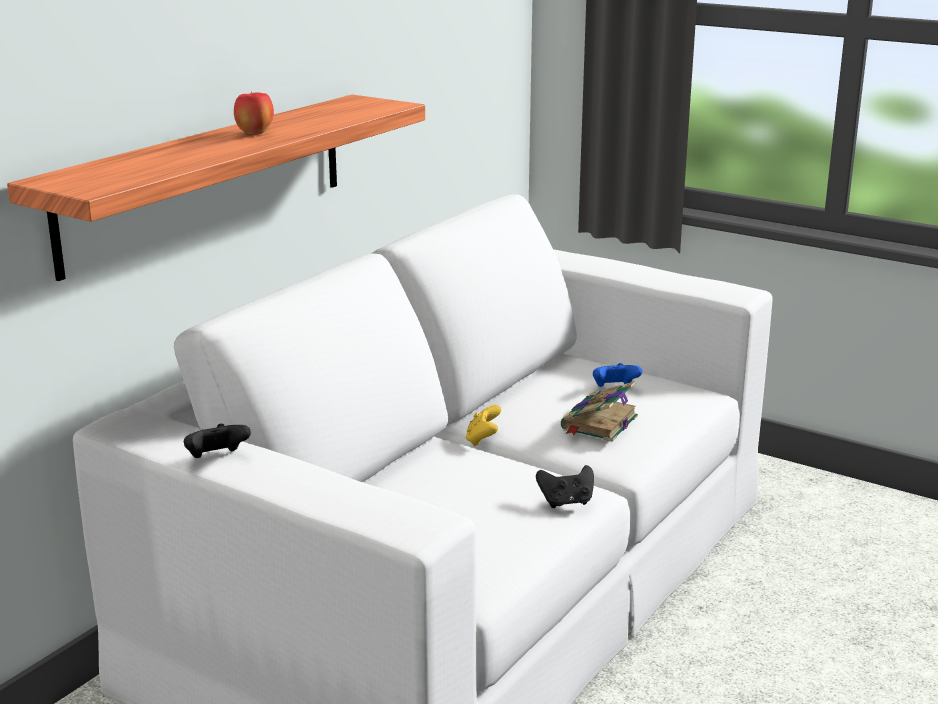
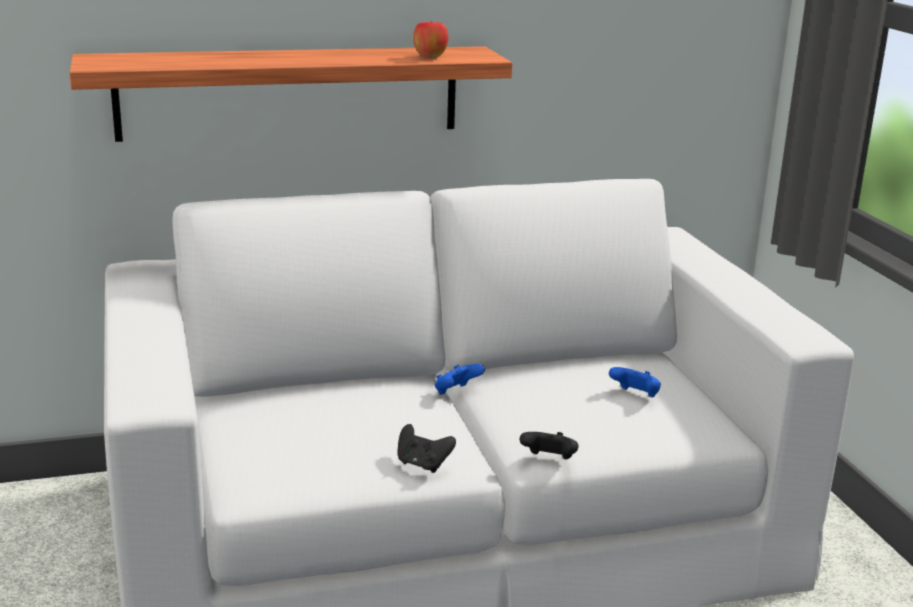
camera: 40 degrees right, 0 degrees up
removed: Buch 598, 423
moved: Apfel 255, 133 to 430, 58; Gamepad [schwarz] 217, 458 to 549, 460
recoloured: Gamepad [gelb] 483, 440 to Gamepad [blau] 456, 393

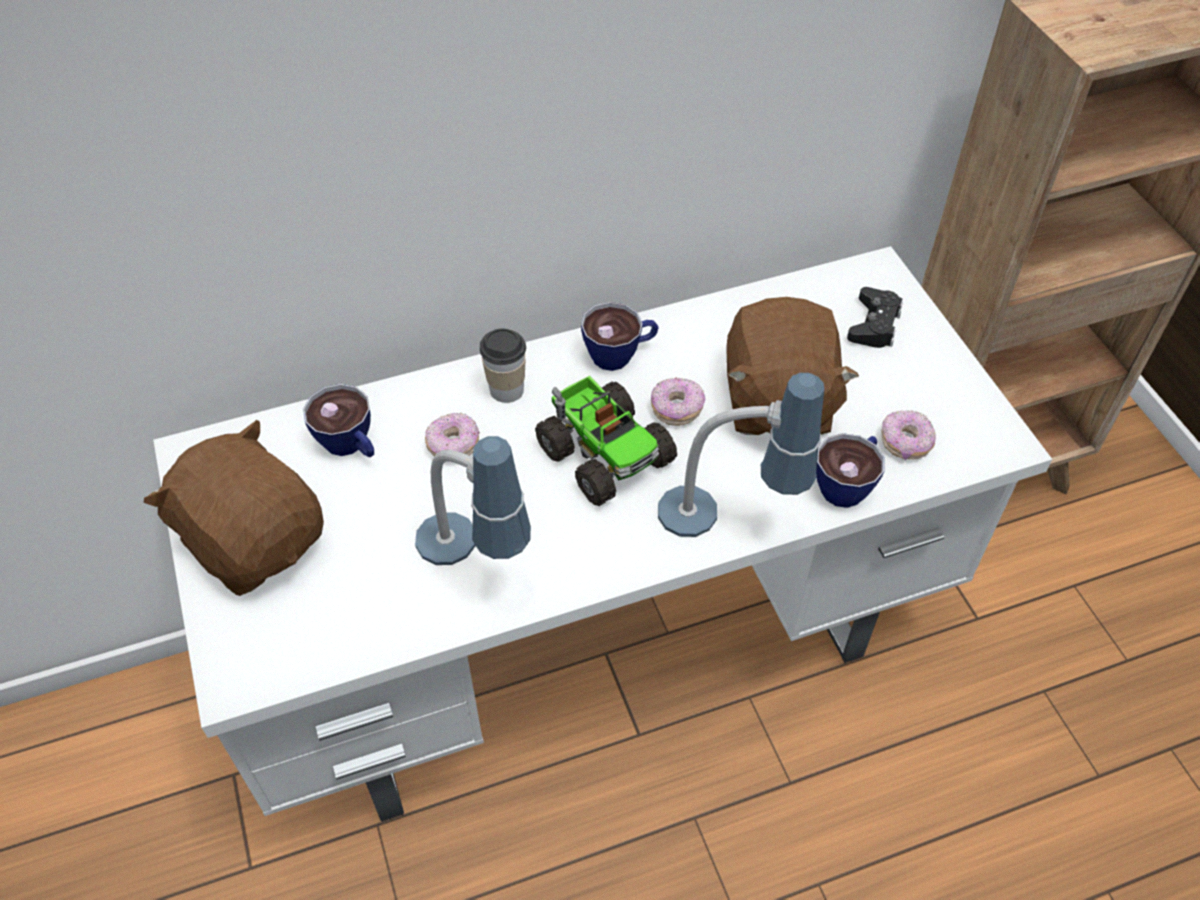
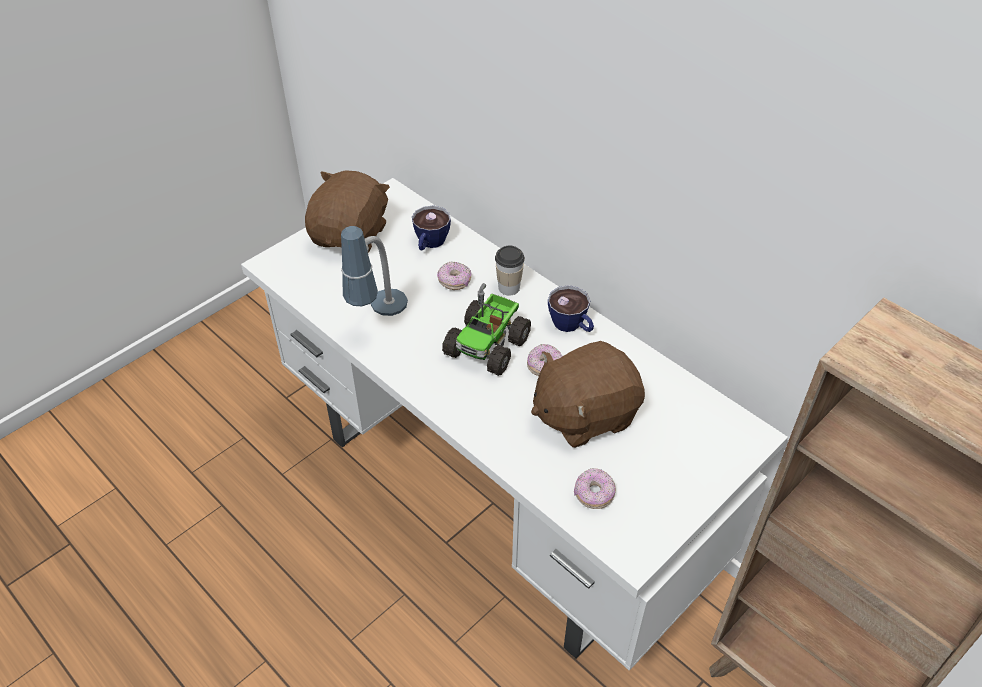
camera: 65 degrees right, 5 degrees down
removed: Gamepad [schwarz] 874, 324; Tischlampe 728, 523; Tasse 847, 483

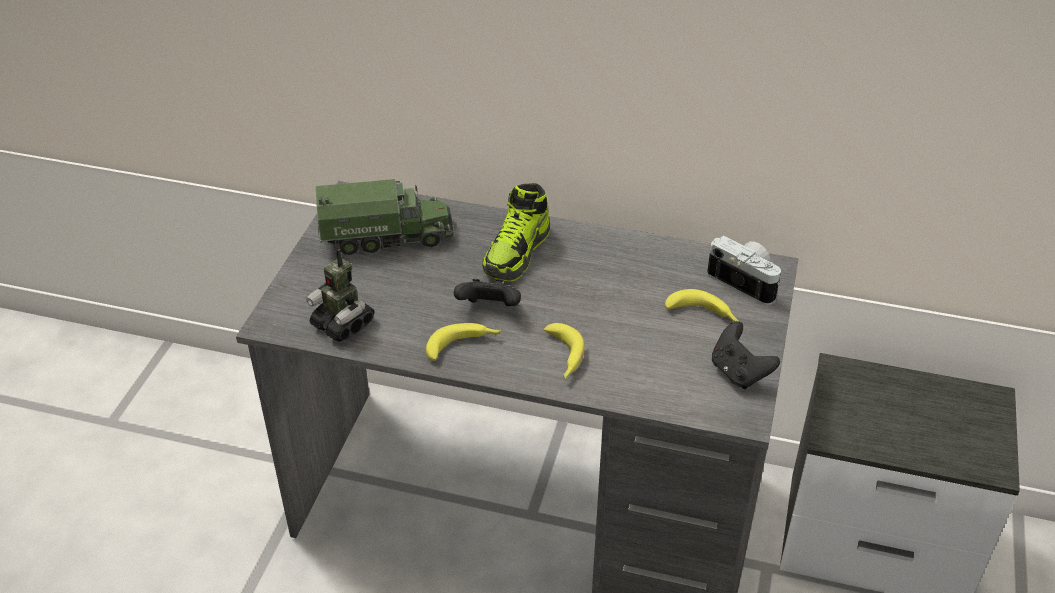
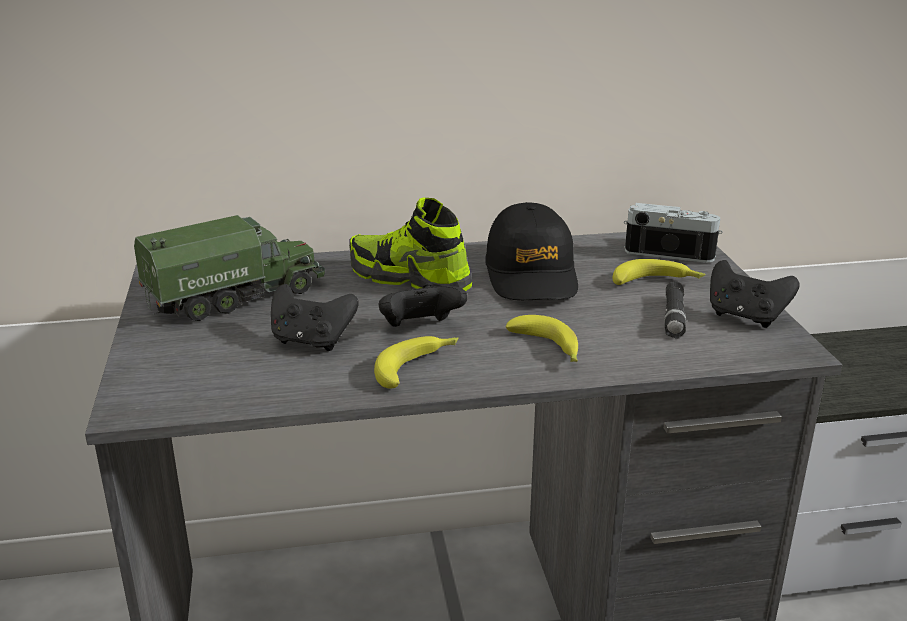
camera: 25 degrees left, 15 degrees down
removed: Spielzeugroboter 343, 324
added: Kappe [schwarz] 531, 274; Taschenlampe [schwarz] 674, 317; Gamepad [schwarz] 311, 341
turned: Schuh 517, 253 = 409, 279 120 degrees clockwise

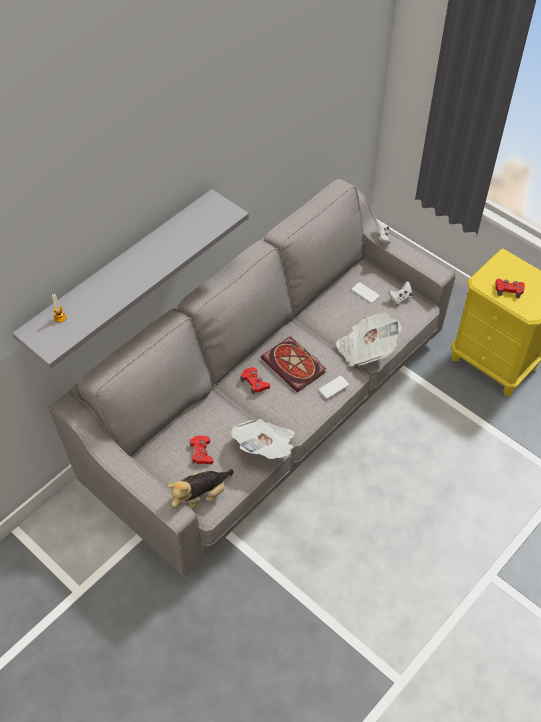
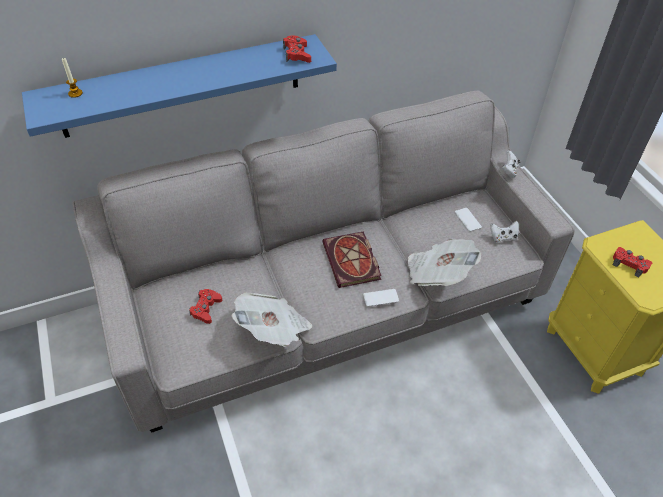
camera: 25 degrees right, 5 degrees down
removed: Plüschtier 201, 498
moved: Gamepad [rot] 254, 383 to 297, 54
recoloured: Wandregal [grau] 121, 274 to Wandregal [blau] 182, 86

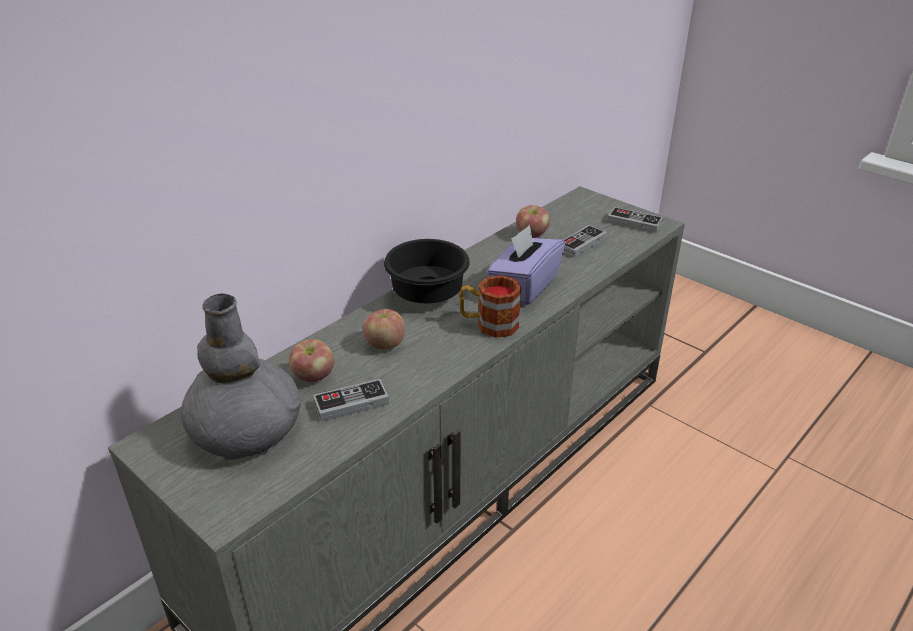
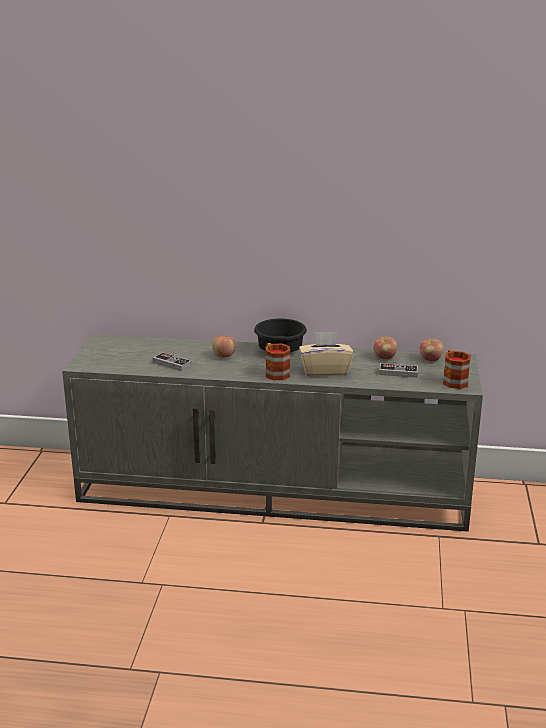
camera: 55 degrees right, 10 degrees down
removed: Vase [grau] 245, 431
moved: Apfel 314, 376 to 430, 359
replaced: Gamepad 634, 222 to Henkelbecher 453, 380
recoloured: Taschentuchbox [lila] 524, 286 to Taschentuchbox [beige] 325, 370

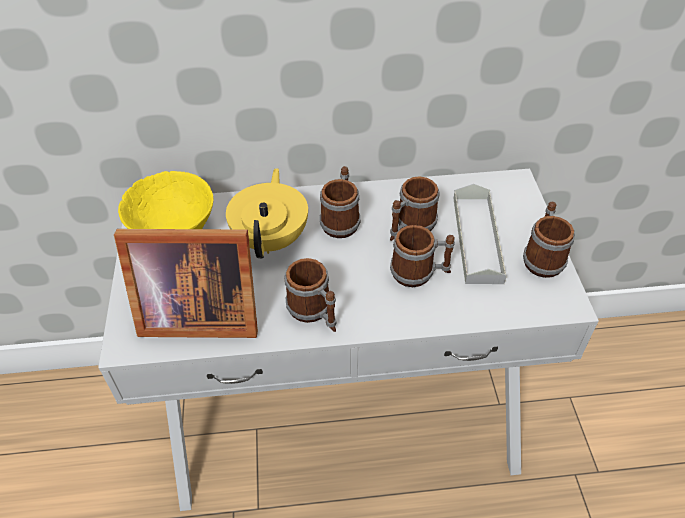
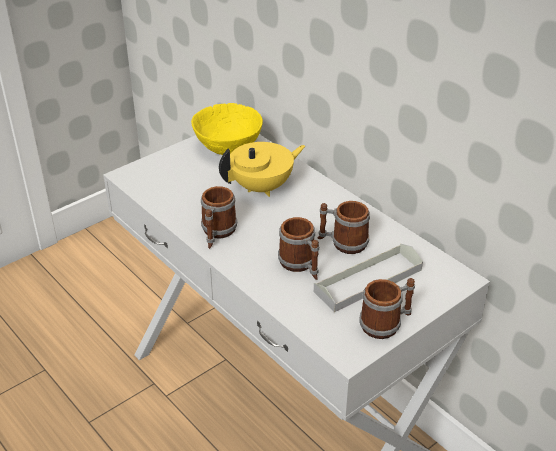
camera: 55 degrees right, 10 degrees down
removed: Henkelbecher 341, 220; Bilderrahmen 196, 314

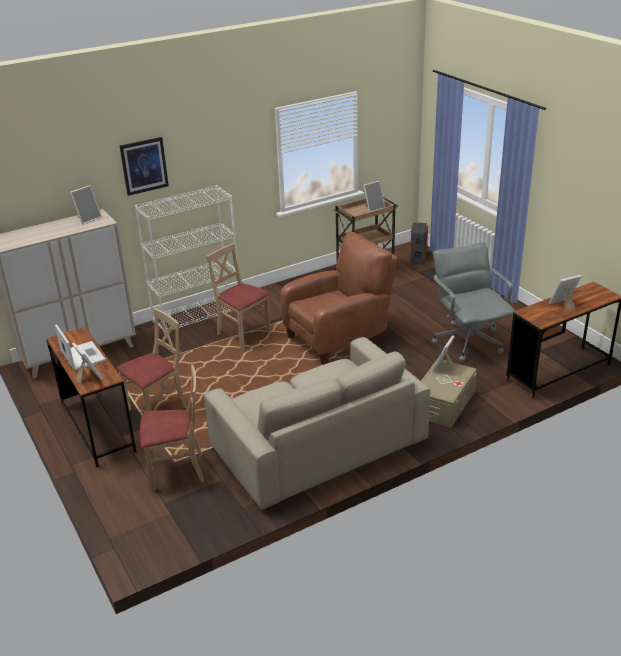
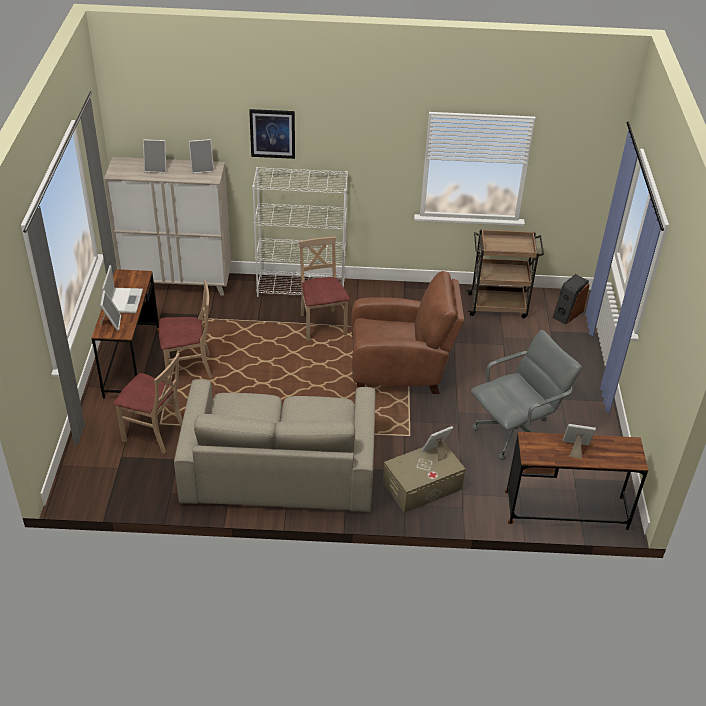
camera: 30 degrees right, 10 degrees up
moved: Bilderrahmen 373, 208 to 156, 168
turned: Bürostuhl [grau] 468, 341 = 515, 433 45 degrees clockwise

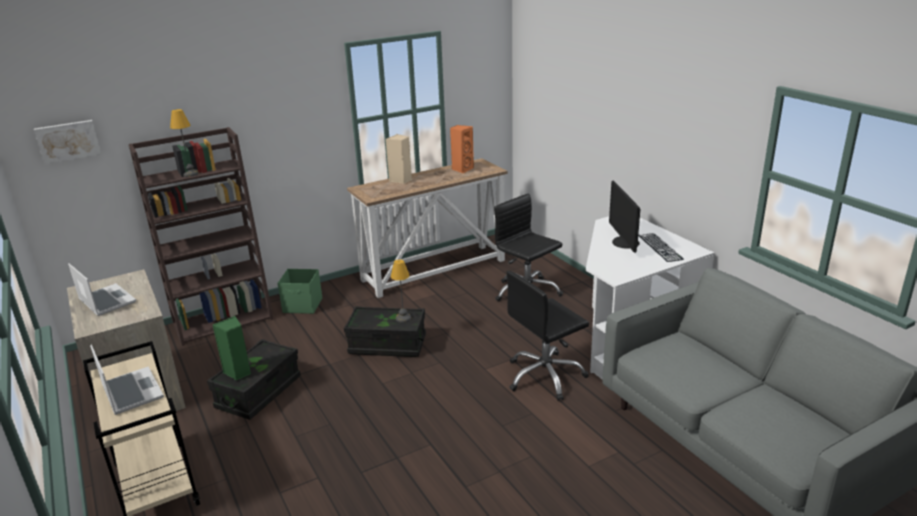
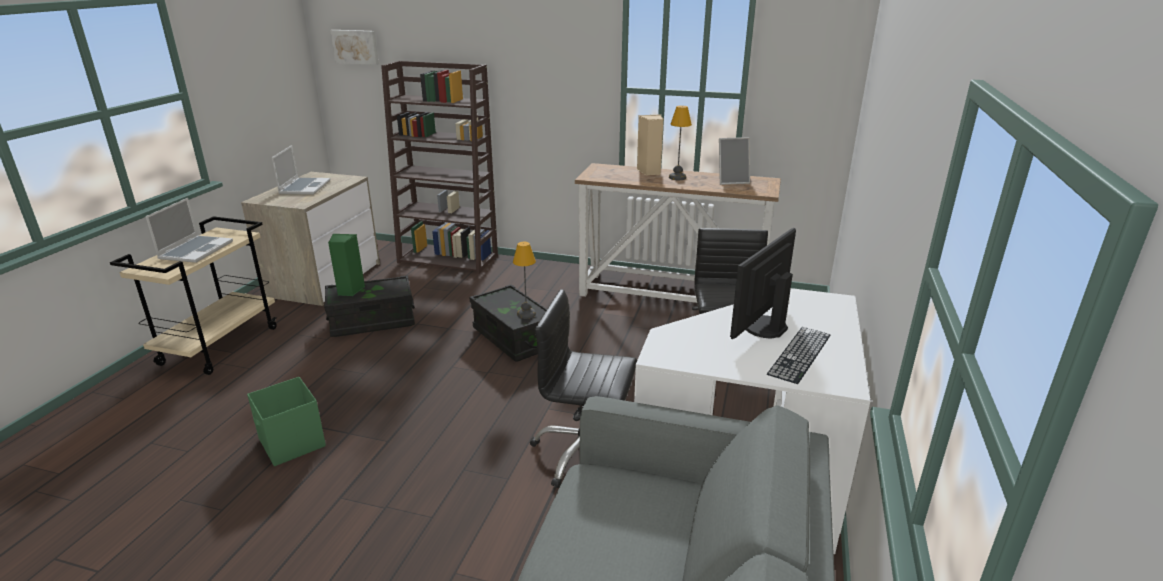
camera: 45 degrees right, 0 degrees up
moved: Tischlampe 191, 174 to 677, 177; Aufbewahrungsbox [grün] 303, 306 to 292, 443
replaced: Lautsprecher [orange] 462, 169 to Bilderrahmen 732, 181

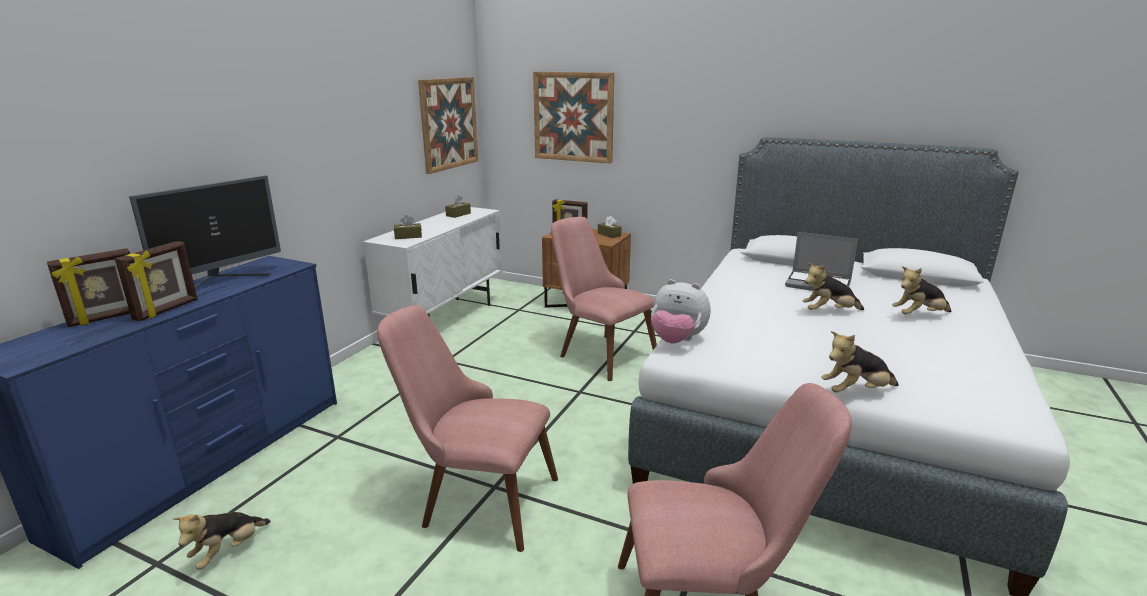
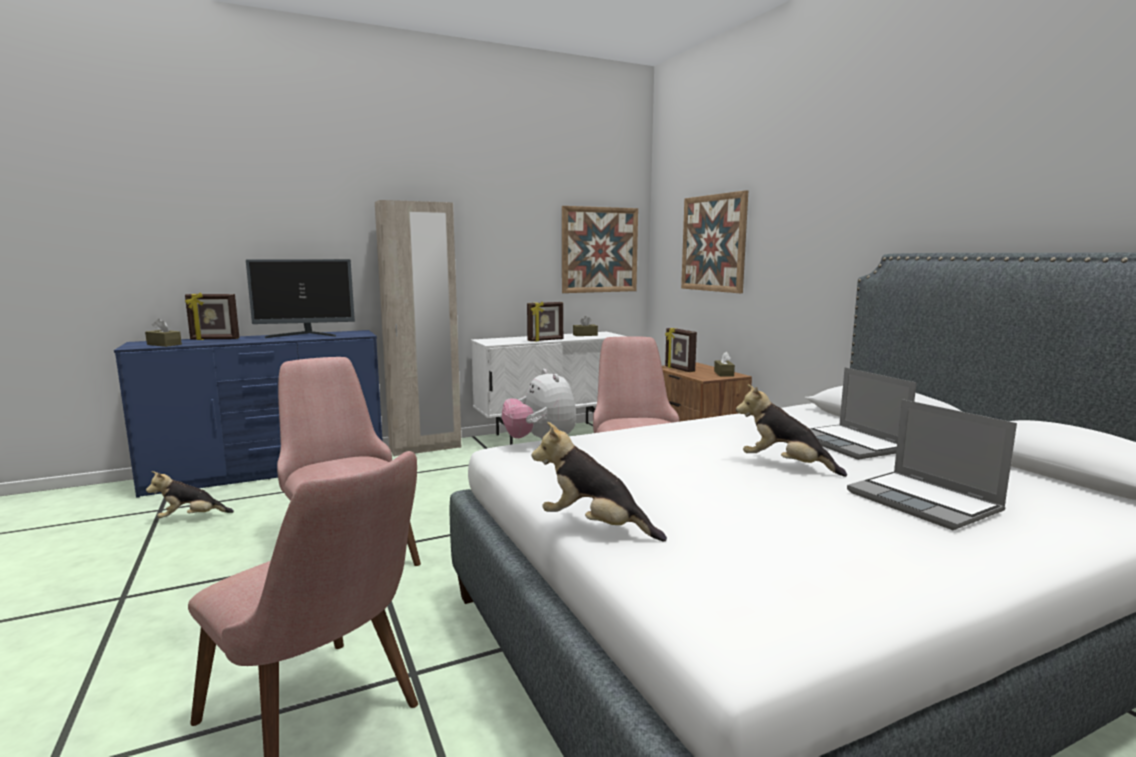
camera: 40 degrees right, 10 degrees down
added: Kleiderschrank [beige] 425, 448
moved: Taschentuchbox [braun] 408, 236 to 164, 344; Bilderrahmen 167, 310 to 545, 340
replaced: Plüschtier 919, 315 to Laptop 925, 502

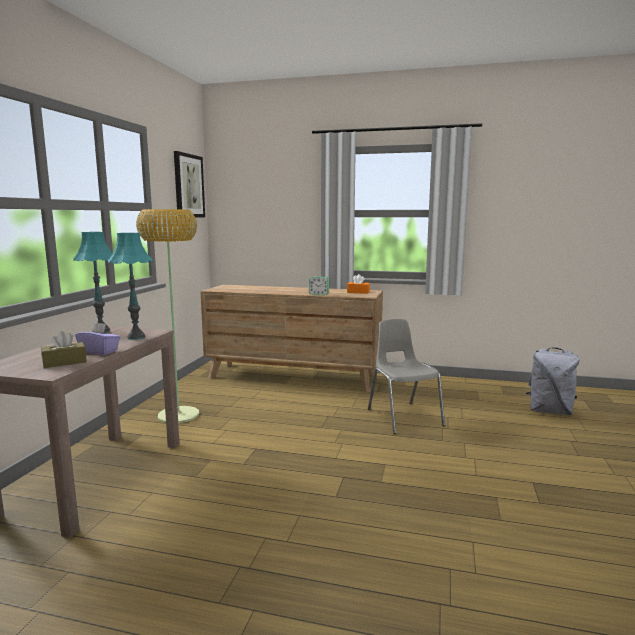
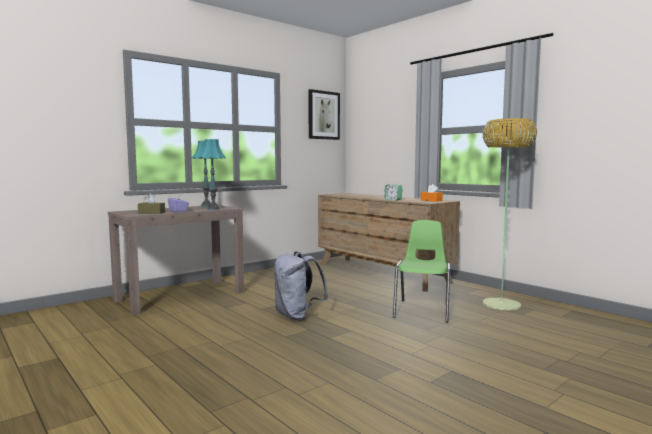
camera: 35 degrees right, 5 degrees down
moved: Stehlampe 178, 415 to 501, 304; Rucksack [grau] 549, 411 to 297, 316
recoloured: Stuhl [grau] 403, 417 to Stuhl [grün] 423, 310

